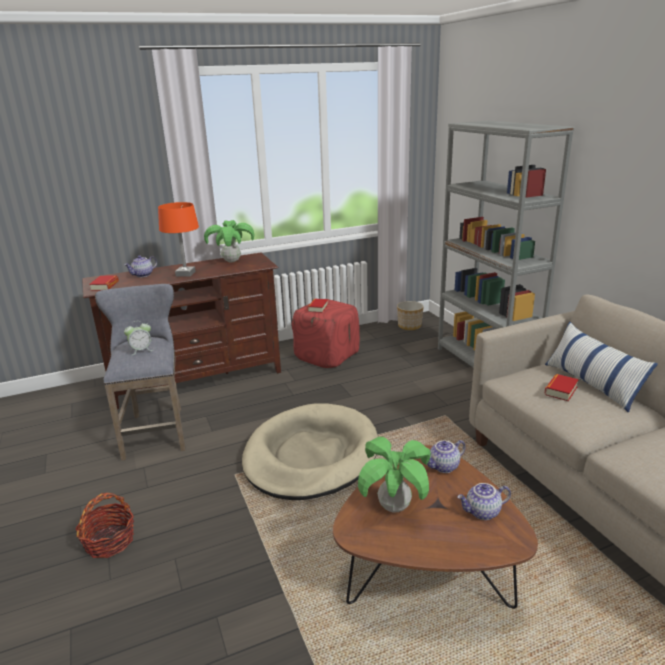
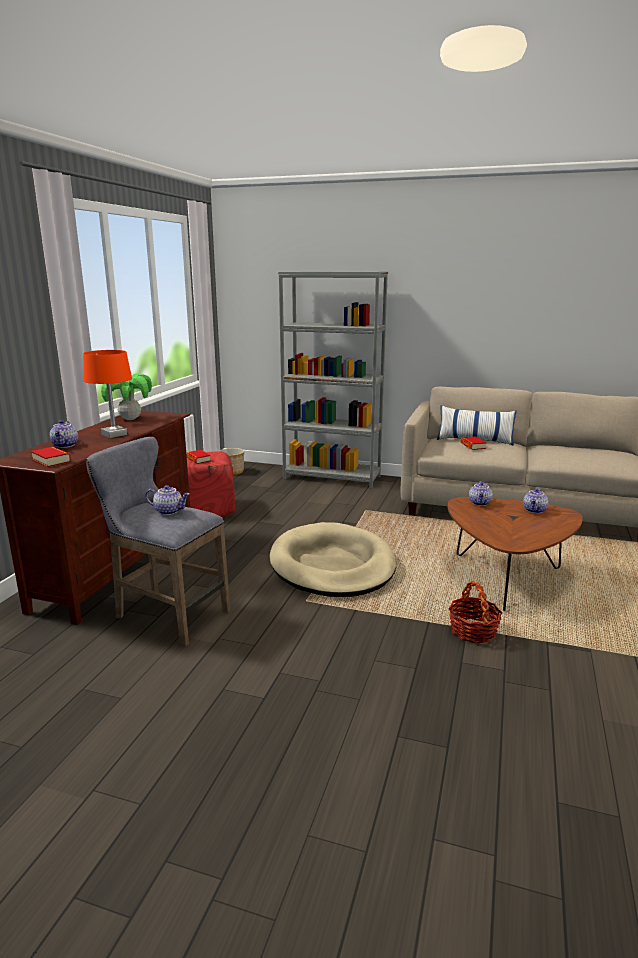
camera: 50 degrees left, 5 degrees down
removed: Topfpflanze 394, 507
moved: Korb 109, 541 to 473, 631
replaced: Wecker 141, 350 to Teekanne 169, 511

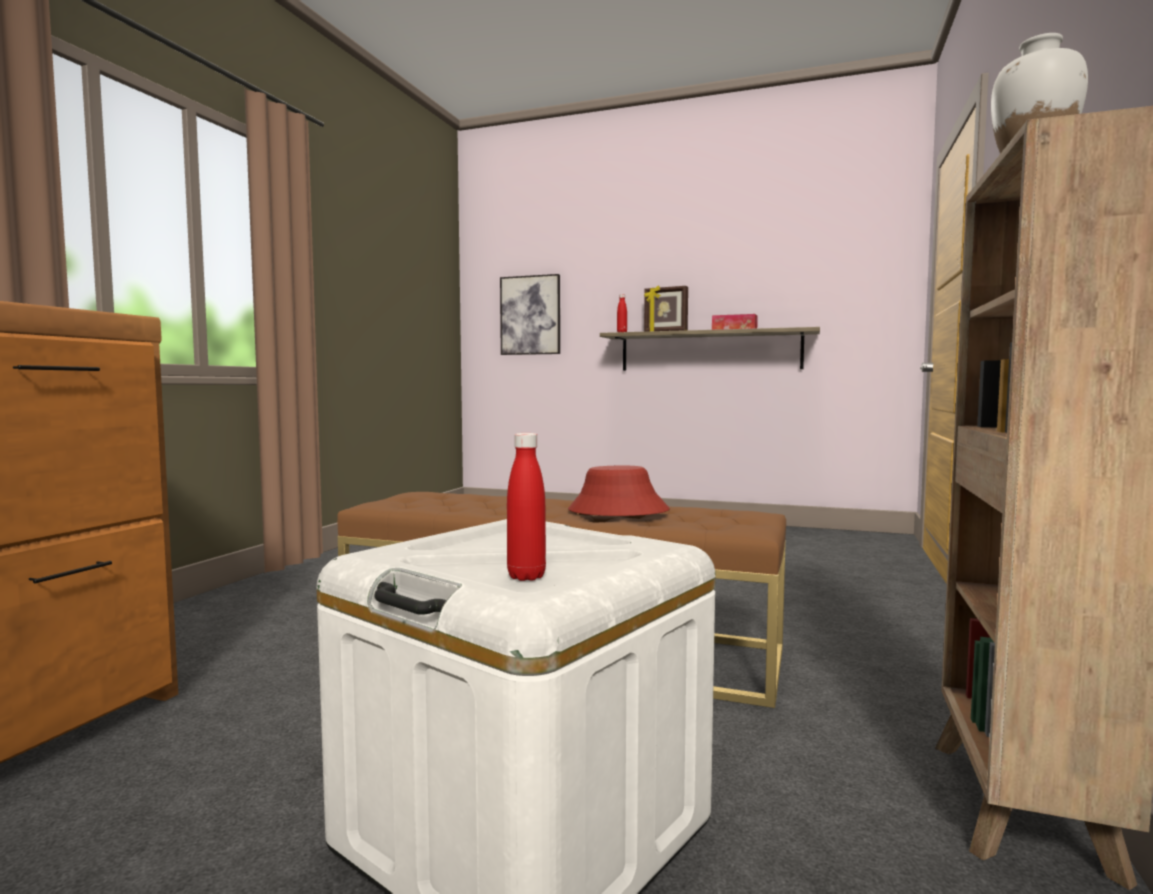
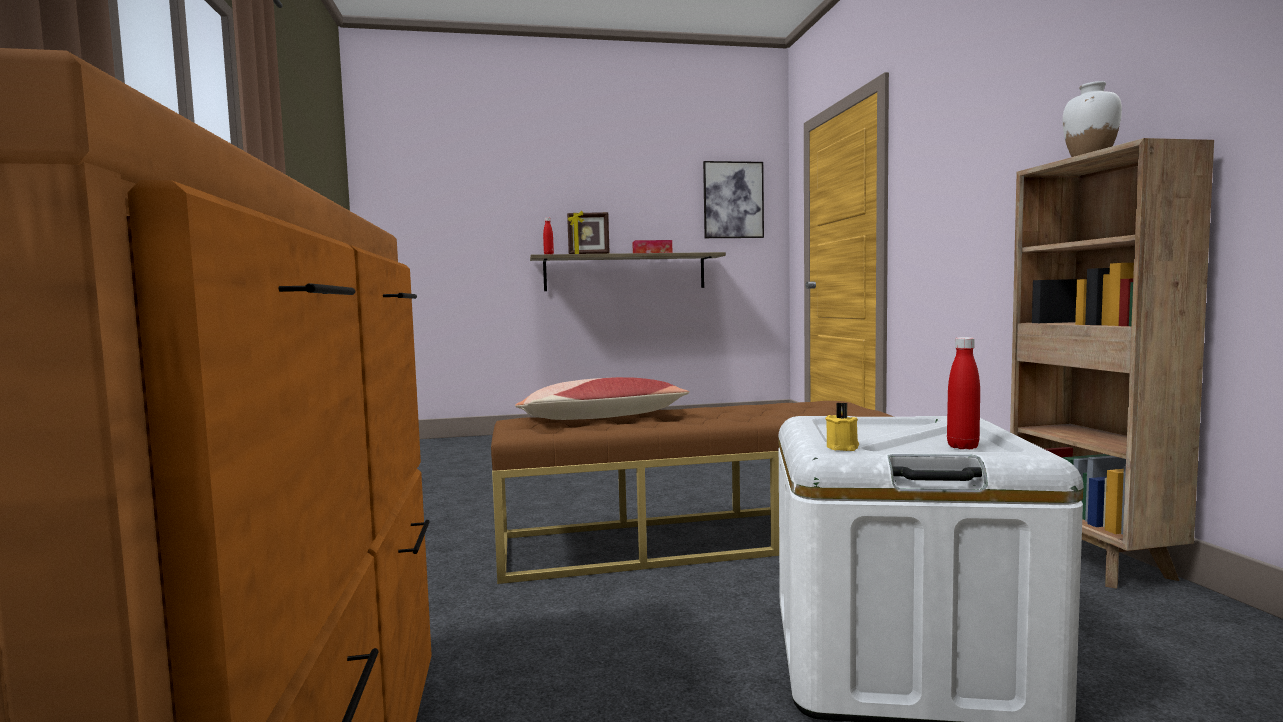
camera: 30 degrees left, 0 degrees up
removed: Hut [rot] 617, 511
added: Kissen 601, 418; Kerze [gelb] 843, 447
moved: Bild 530, 315 to 733, 200

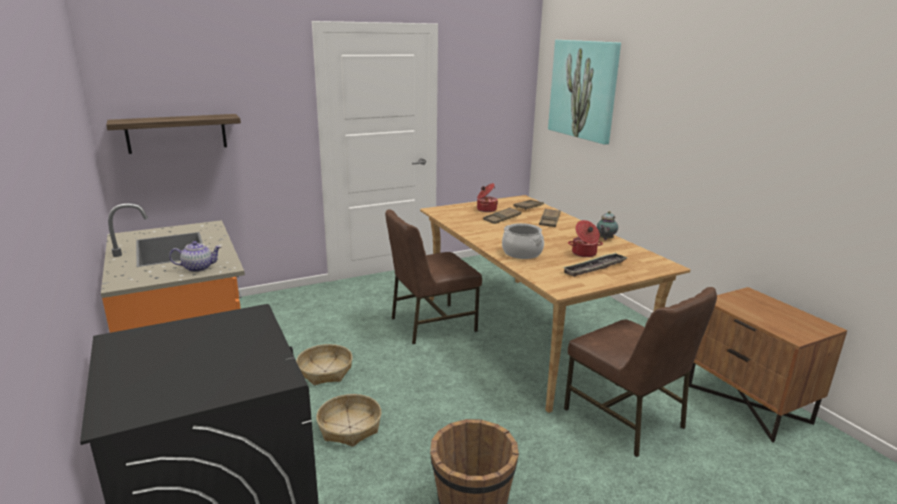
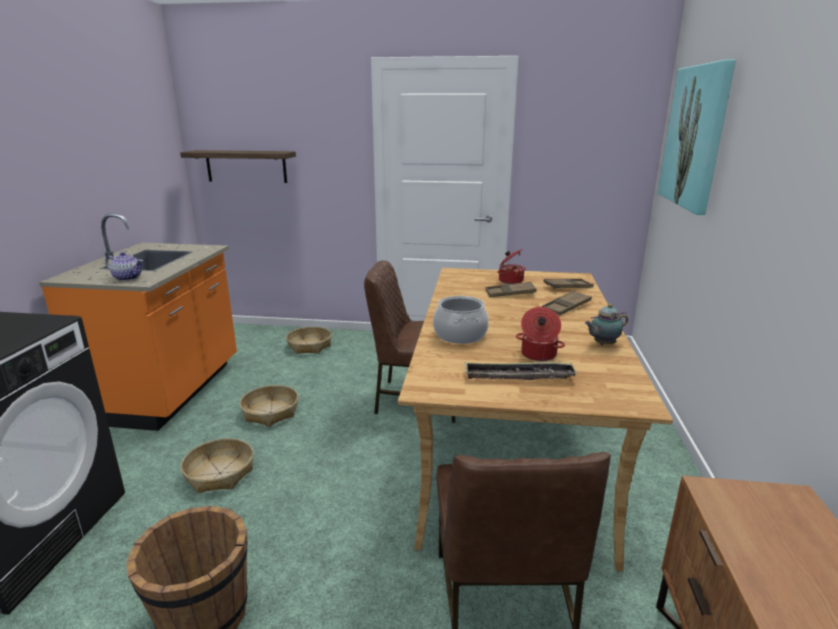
camera: 35 degrees right, 0 degrees up
added: Korb 309, 346

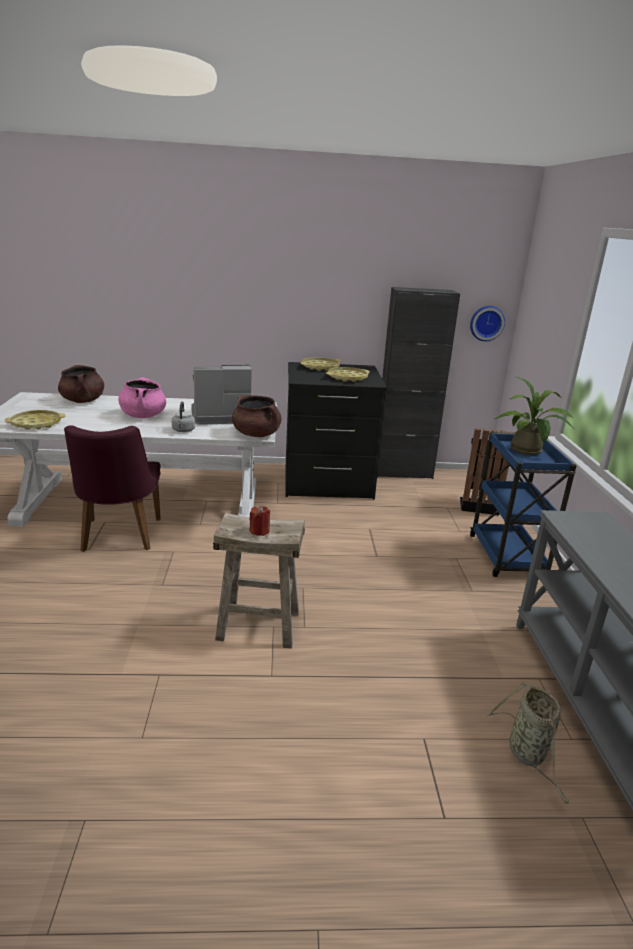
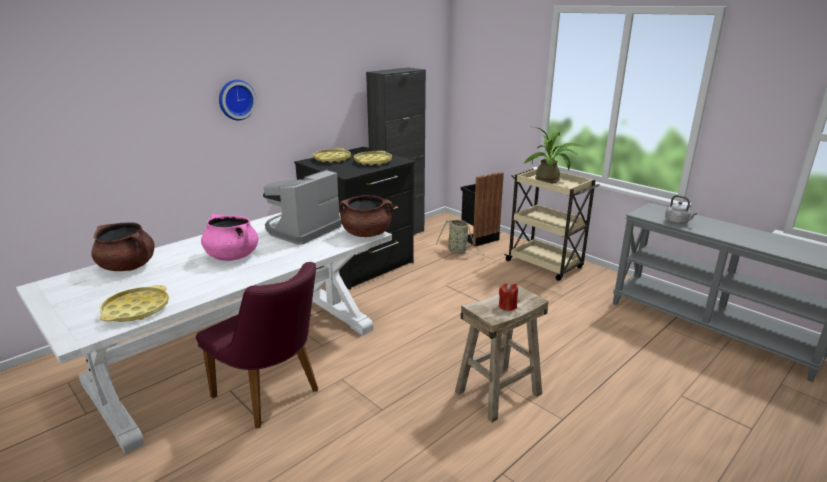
camera: 40 degrees left, 0 degrees up
moved: Wanduhr 486, 323 to 236, 99; Wasserkessel [grau] 183, 430 to 677, 222; Korb 528, 755 to 458, 251
recoloured: Rollwagen [blau] 507, 557 to Rollwagen [beige] 545, 265

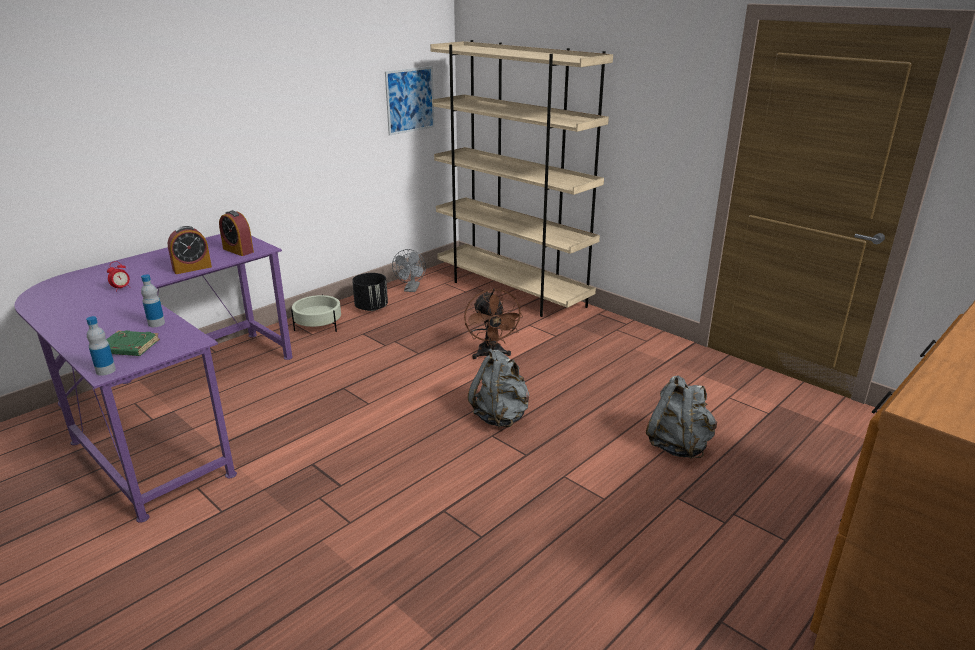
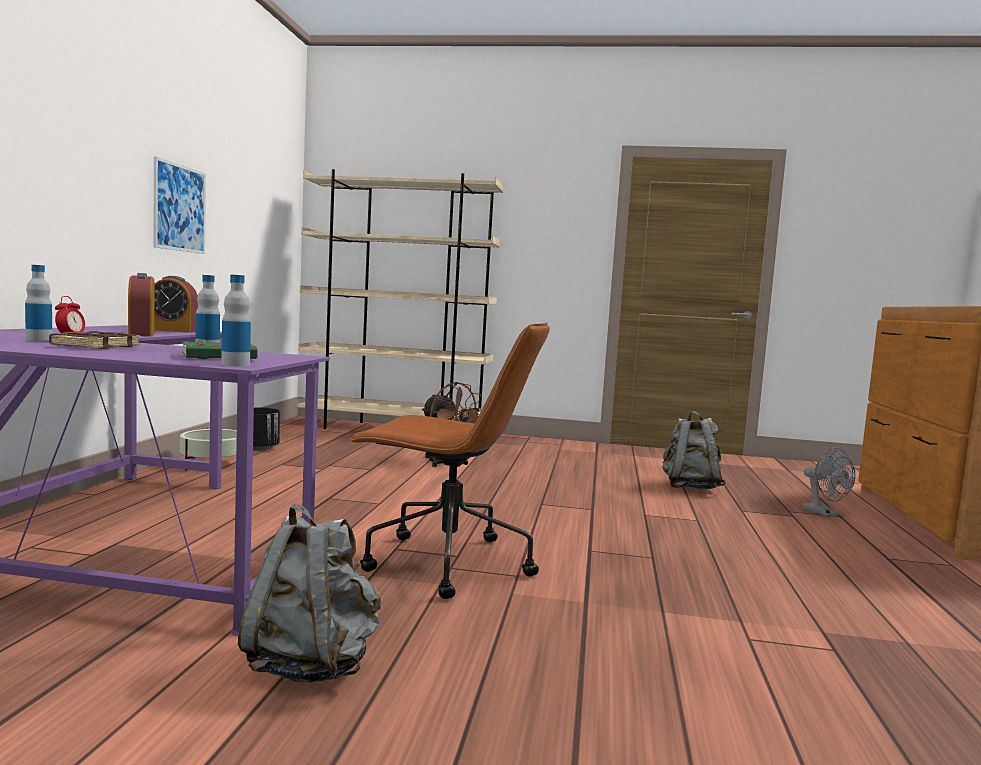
camera: 35 degrees left, 20 degrees down
added: Flasche 39, 340; Bürostuhl [braun] 445, 563; Buch [braun] 95, 346
moved: Bild 410, 100 to 180, 208; Ventilator [grau] 411, 289 to 825, 513; Rucksack [grau] 500, 416 to 311, 664
turned: Wecker 192, 268 = 141, 334 135 degrees clockwise

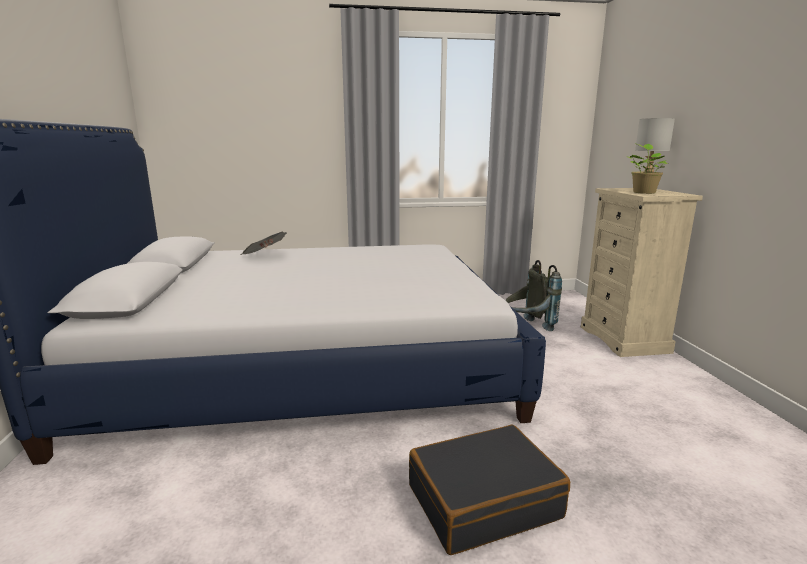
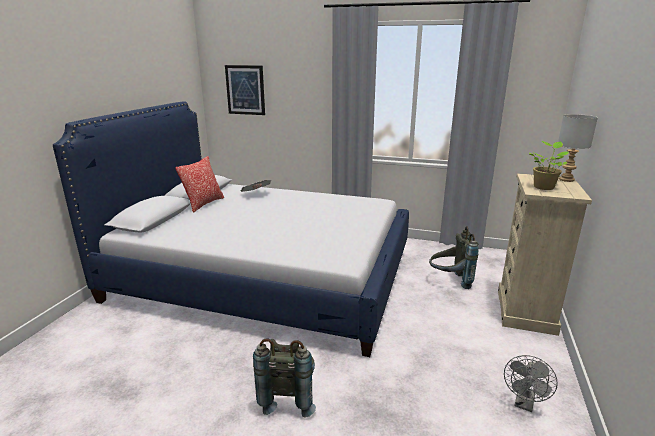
camera: 25 degrees right, 5 degrees up
added: Bild 245, 90; Kissen 203, 204; Ventilator [grau] 524, 404
replaced: Koffer [schwarz] 483, 500 to Rucksack [grau] 288, 396

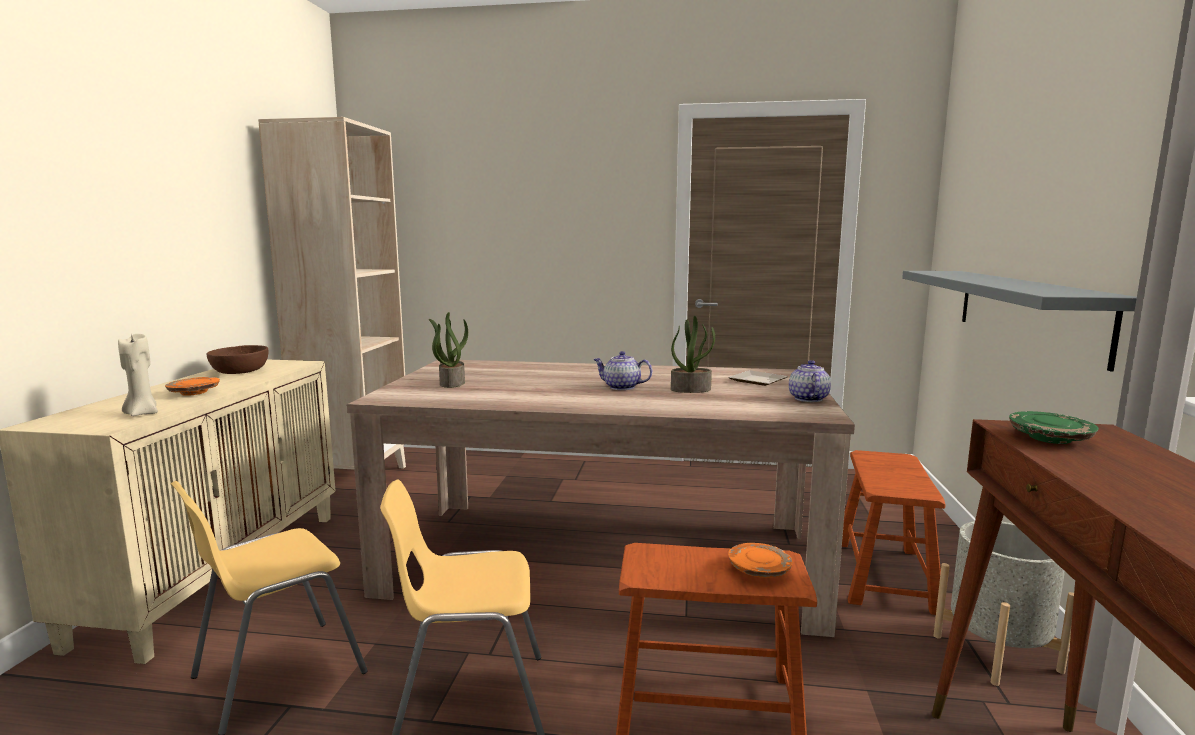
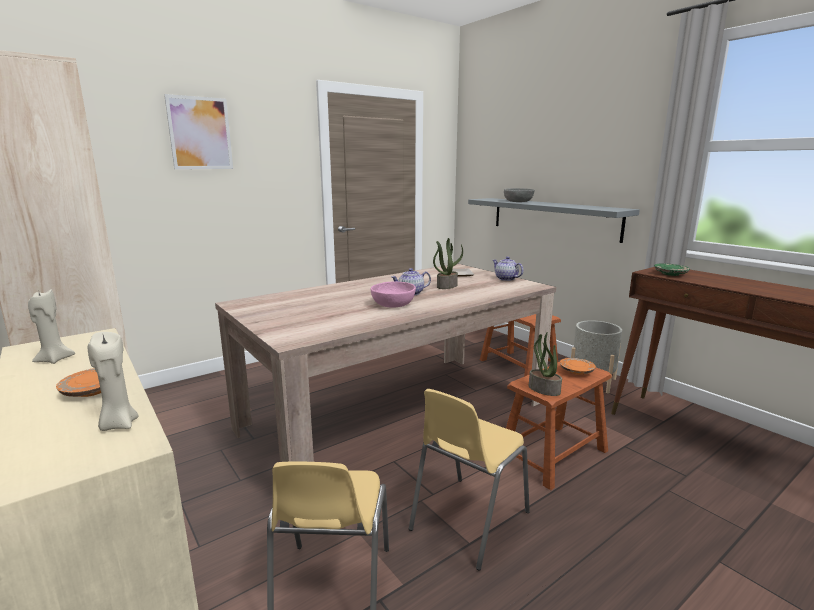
camera: 45 degrees left, 5 degrees up
added: Bild 200, 133; Schüssel [grau] 518, 201; Schüssel [rosa] 393, 304
moved: Topfpflanze 451, 383 to 543, 389
replaced: Schüssel [braun] 240, 371 to Kerze [beige] 54, 359

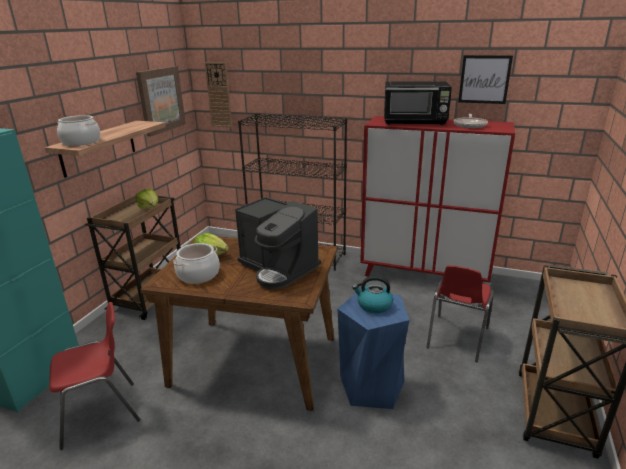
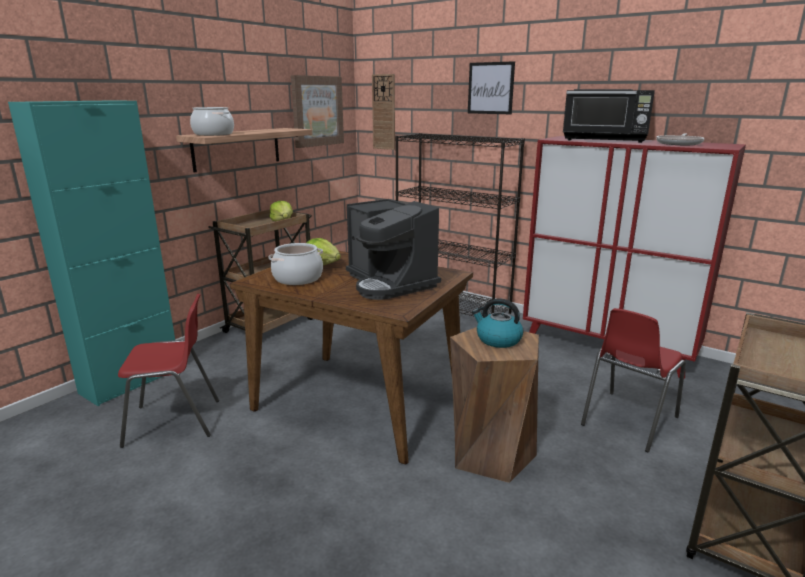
camera: 15 degrees right, 5 degrees down
moved: Bild 484, 79 to 490, 88
recoloured: Hocker [blau] 371, 386 to Hocker [braun] 491, 453

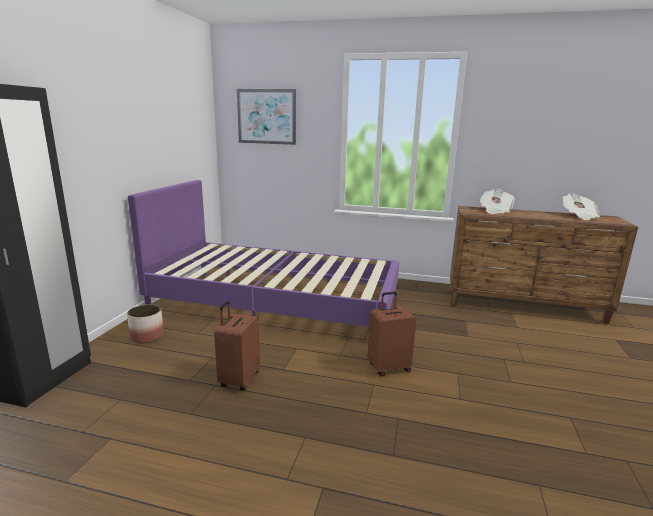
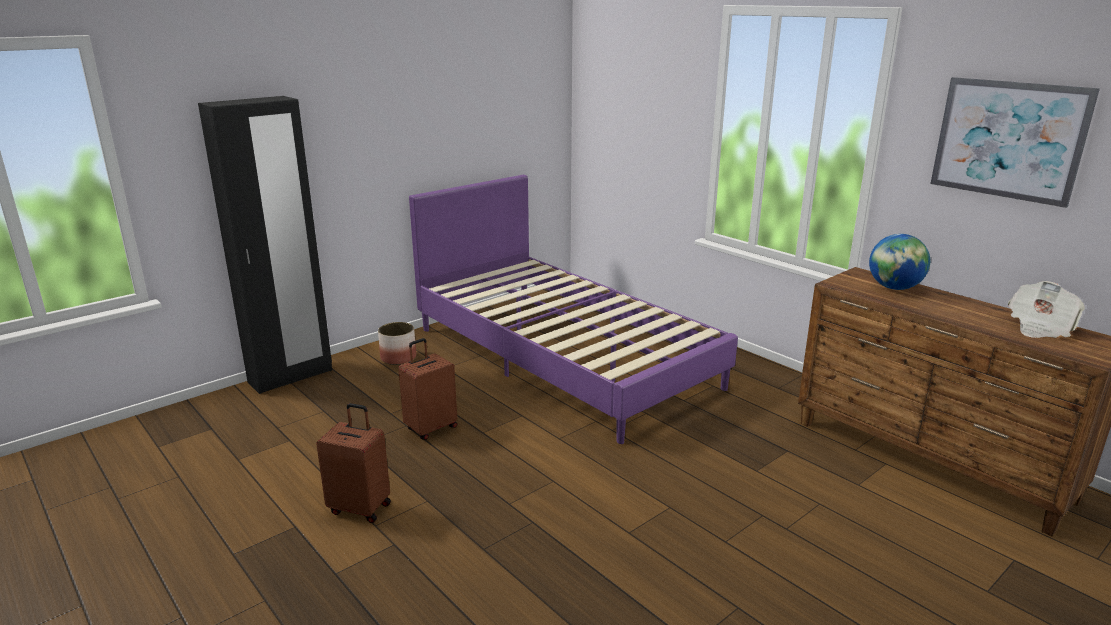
camera: 35 degrees right, 5 degrees up
moved: Bild 266, 116 to 1008, 140; Koffer [braun] 388, 367 to 361, 507
replaced: Zeitung 495, 211 to Globus 894, 288

